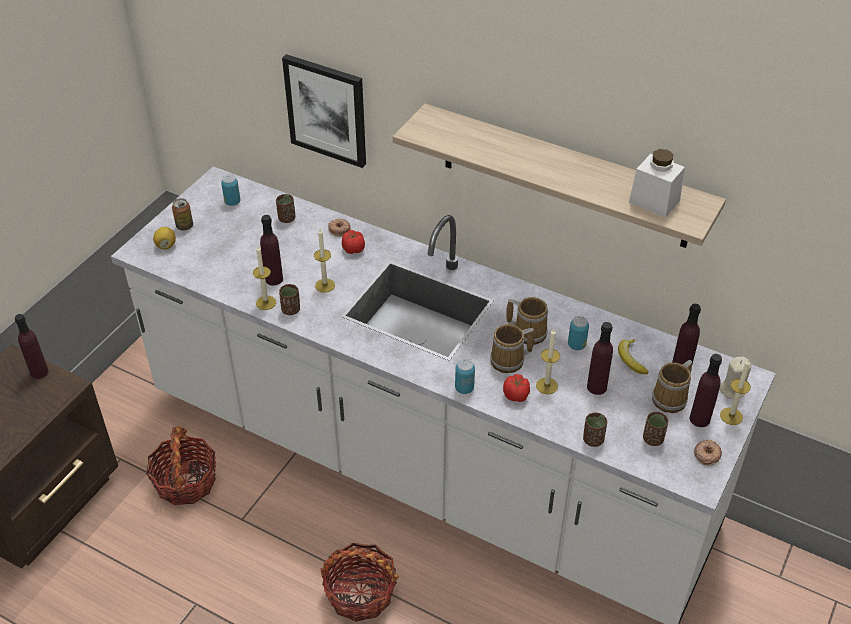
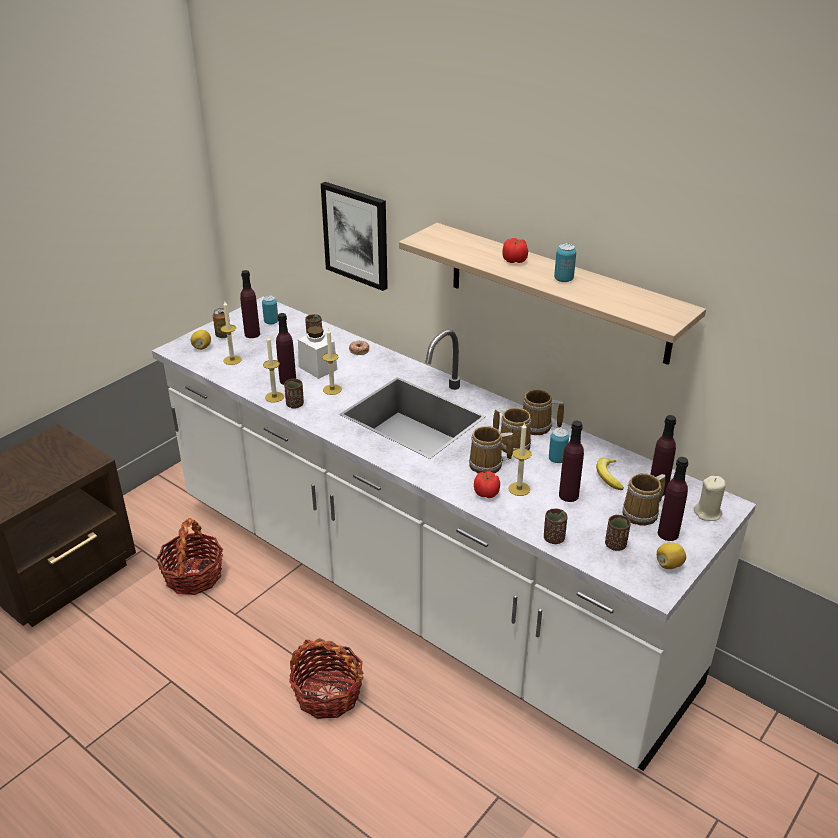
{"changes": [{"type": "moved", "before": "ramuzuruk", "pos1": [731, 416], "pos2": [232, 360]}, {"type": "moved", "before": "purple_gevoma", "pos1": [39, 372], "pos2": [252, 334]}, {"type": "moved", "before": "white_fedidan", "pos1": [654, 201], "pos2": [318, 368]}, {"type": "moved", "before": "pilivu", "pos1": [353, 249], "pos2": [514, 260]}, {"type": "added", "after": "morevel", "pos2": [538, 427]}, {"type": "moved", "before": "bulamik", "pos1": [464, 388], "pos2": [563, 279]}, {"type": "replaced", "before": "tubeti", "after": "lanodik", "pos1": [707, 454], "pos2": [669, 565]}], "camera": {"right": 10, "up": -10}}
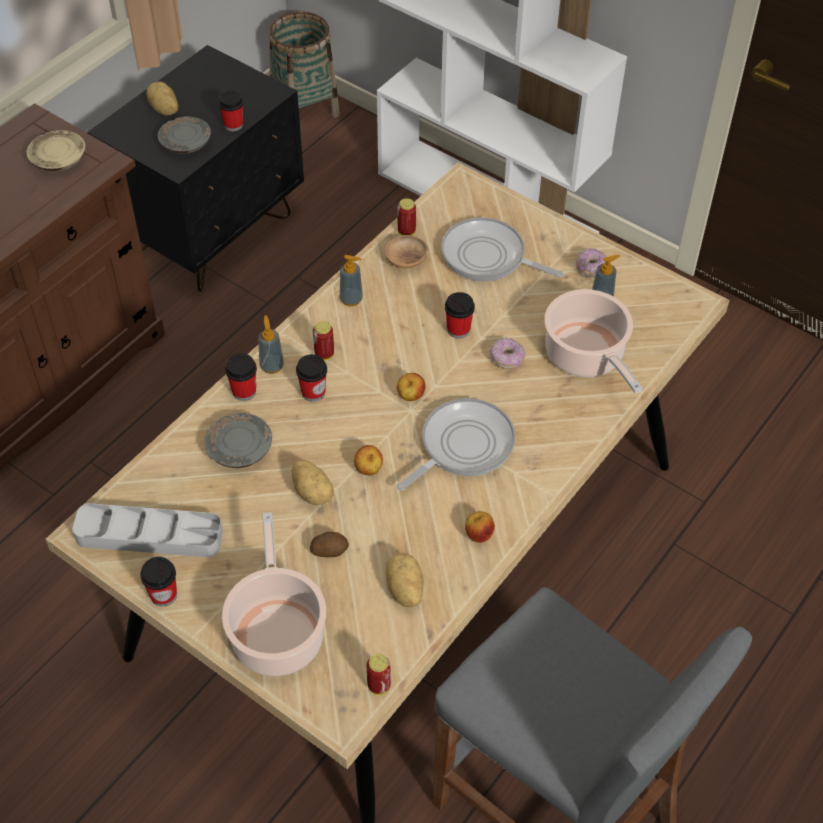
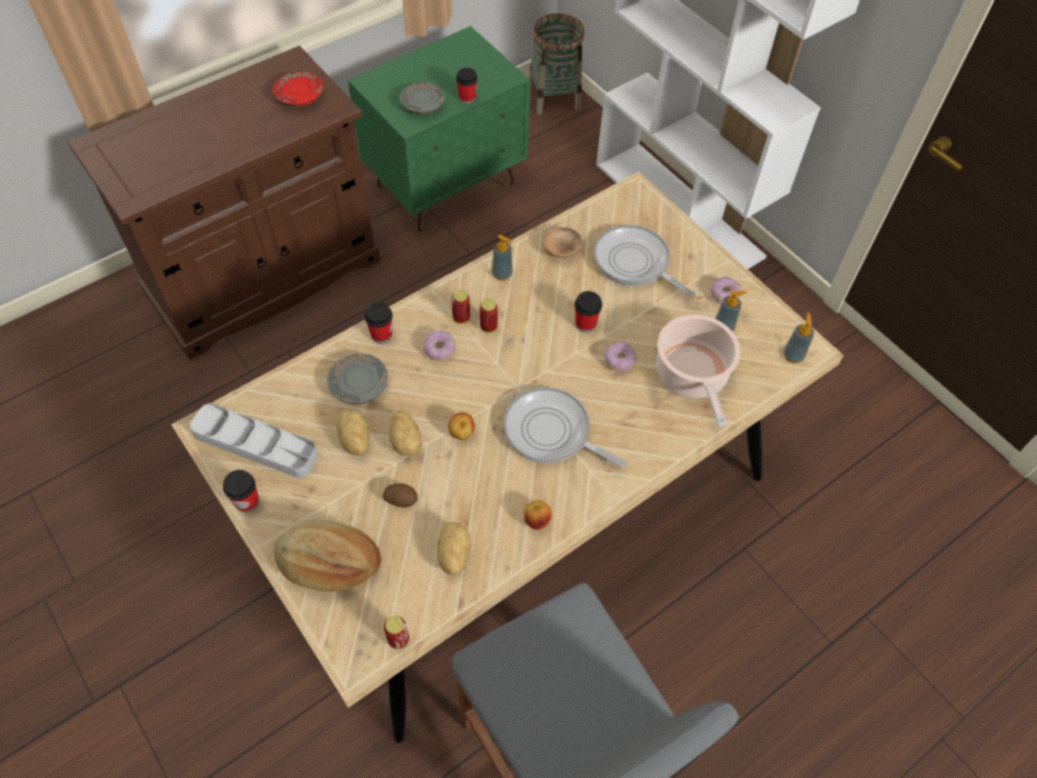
{"changes": [{"type": "recoloured", "before": "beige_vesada", "after": "red_vesada", "pos1": [58, 159], "pos2": [300, 97]}, {"type": "replaced", "before": "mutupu", "after": "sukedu", "pos1": [277, 632], "pos2": [329, 563]}, {"type": "moved", "before": "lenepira", "pos1": [164, 110], "pos2": [354, 441]}, {"type": "recoloured", "before": "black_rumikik", "after": "green_rumikik", "pos1": [212, 234], "pos2": [446, 185]}, {"type": "replaced", "before": "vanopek", "after": "tubeti", "pos1": [313, 392], "pos2": [439, 350]}, {"type": "moved", "before": "bulamik", "pos1": [406, 232], "pos2": [488, 327]}, {"type": "turned", "before": "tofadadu", "pos1": [462, 446], "pos2": [551, 433], "turn": -120}, {"type": "moved", "before": "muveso", "pos1": [272, 366], "pos2": [793, 356]}, {"type": "removed", "before": "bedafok", "pos1": [410, 396]}], "camera": {"right": 15, "up": 5}}
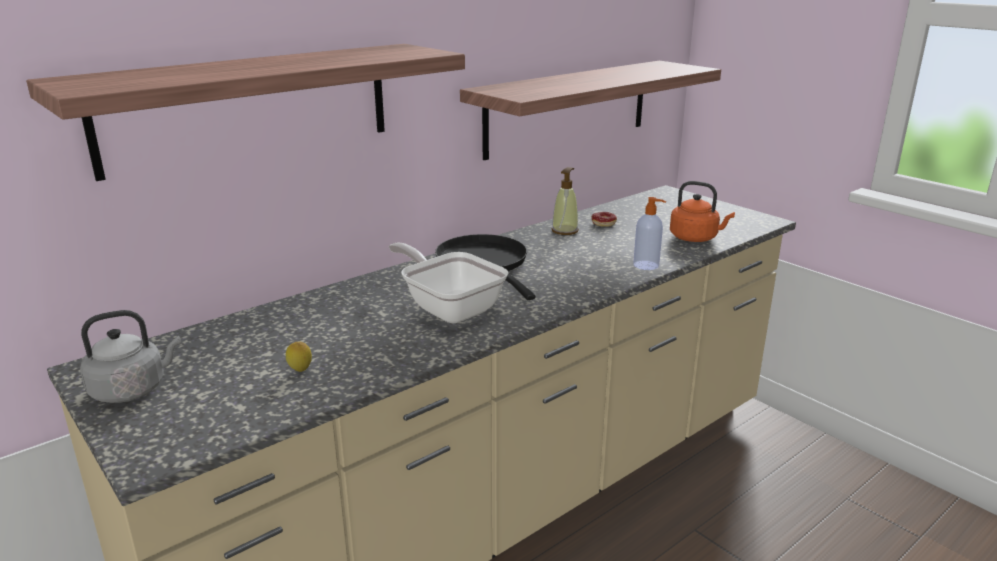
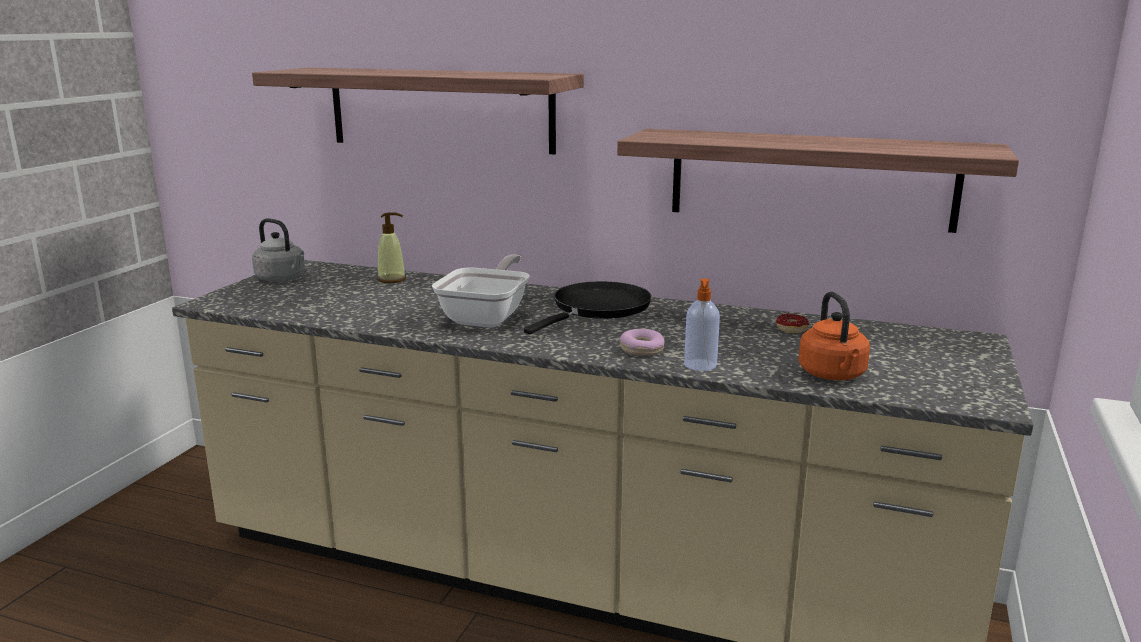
{"changes": [{"type": "moved", "before": "muveso", "pos1": [565, 230], "pos2": [392, 279]}, {"type": "added", "after": "tubeti", "pos2": [641, 350]}, {"type": "removed", "before": "lanodik", "pos1": [300, 371]}], "camera": {"right": 60, "up": -5}}
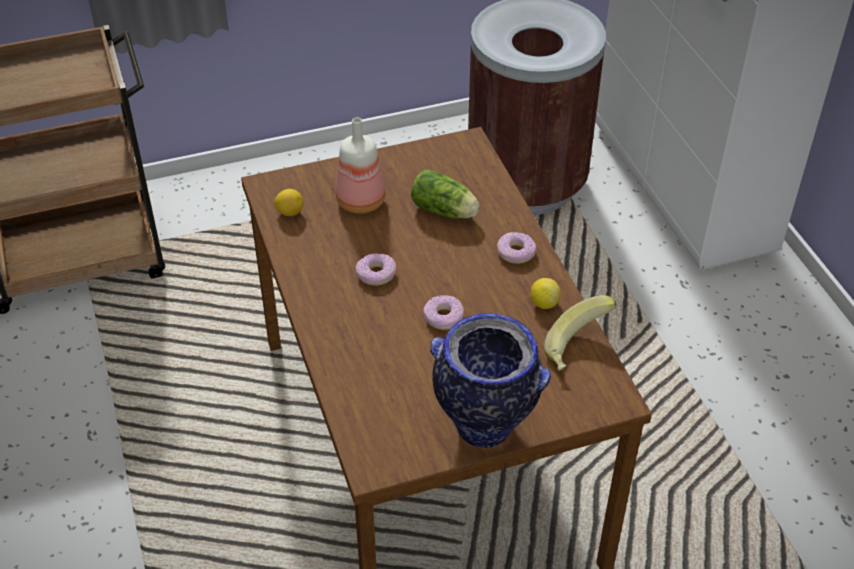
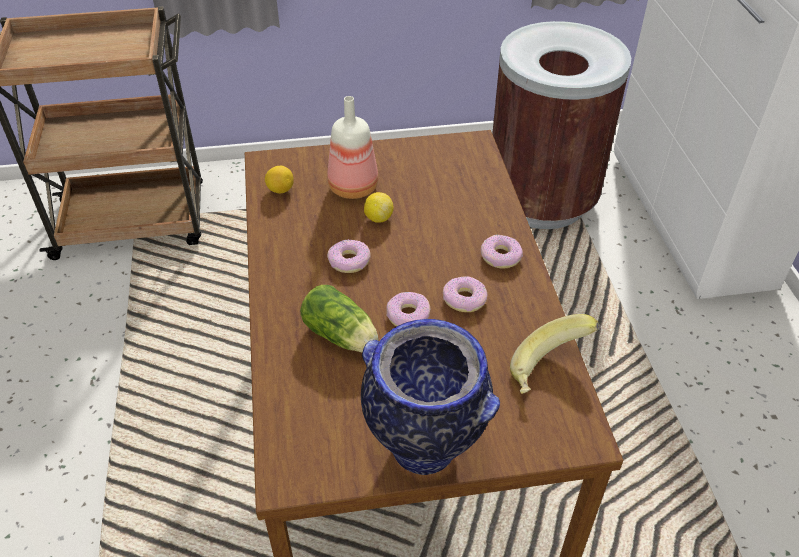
{"changes": [{"type": "moved", "before": "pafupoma", "pos1": [446, 211], "pos2": [342, 337]}, {"type": "moved", "before": "lanodik", "pos1": [544, 303], "pos2": [378, 218]}, {"type": "added", "after": "tubeti", "pos2": [464, 299]}], "camera": {"right": 10, "up": 0}}
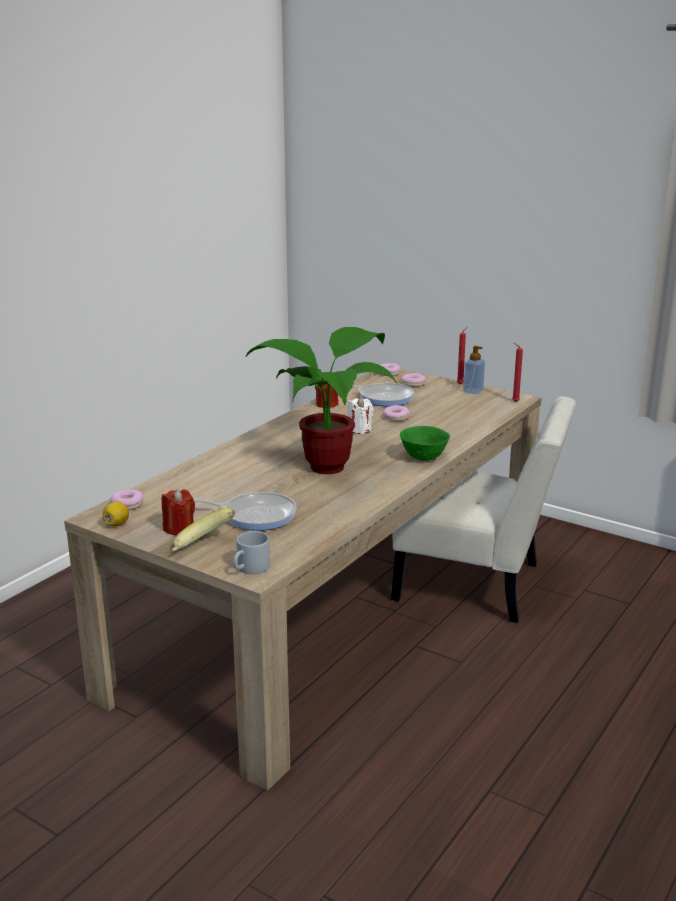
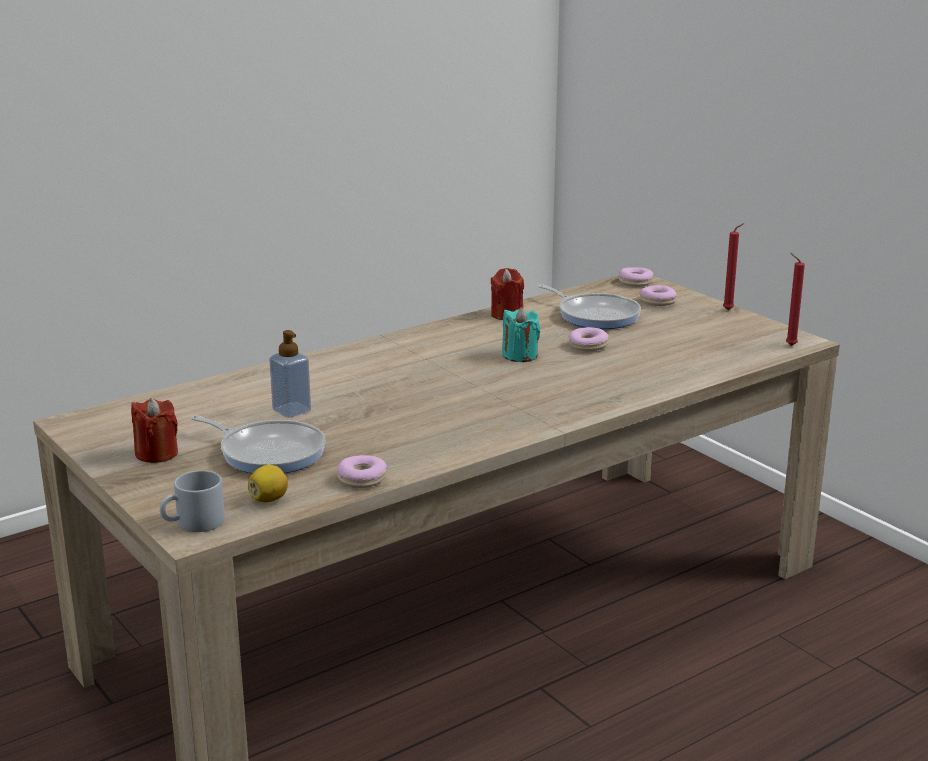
{"changes": [{"type": "moved", "before": "lanodik", "pos1": [117, 524], "pos2": [269, 499]}, {"type": "moved", "before": "muveso", "pos1": [473, 391], "pos2": [291, 410]}, {"type": "moved", "before": "tubeti", "pos1": [127, 504], "pos2": [362, 479]}, {"type": "recoloured", "before": "white_ramuzuruk", "after": "turquoise_ramuzuruk", "pos1": [359, 429], "pos2": [520, 355]}, {"type": "removed", "before": "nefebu", "pos1": [202, 547]}, {"type": "removed", "before": "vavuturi", "pos1": [330, 464]}, {"type": "removed", "before": "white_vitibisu", "pos1": [476, 584]}, {"type": "removed", "before": "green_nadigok", "pos1": [423, 458]}], "camera": {"right": 20, "up": 0}}
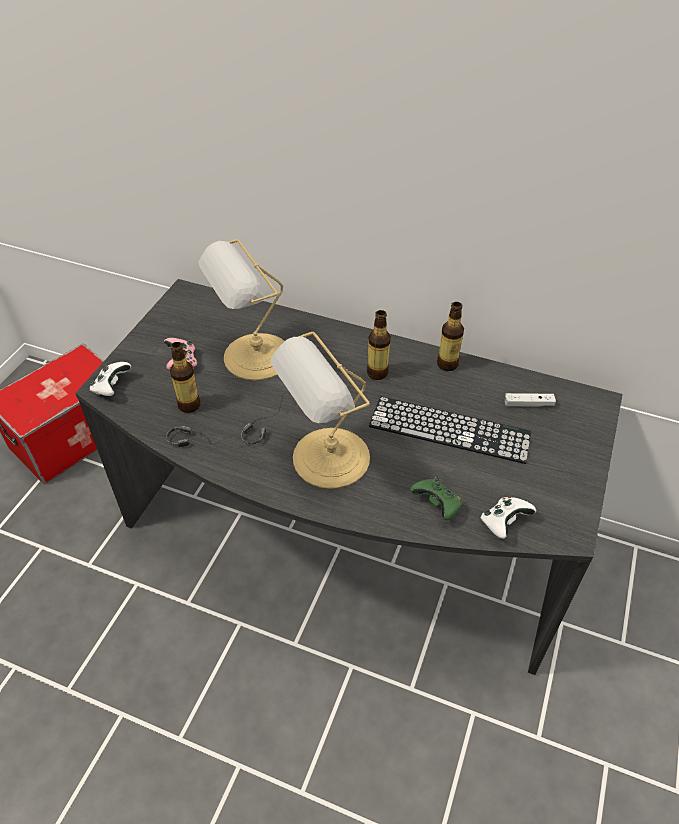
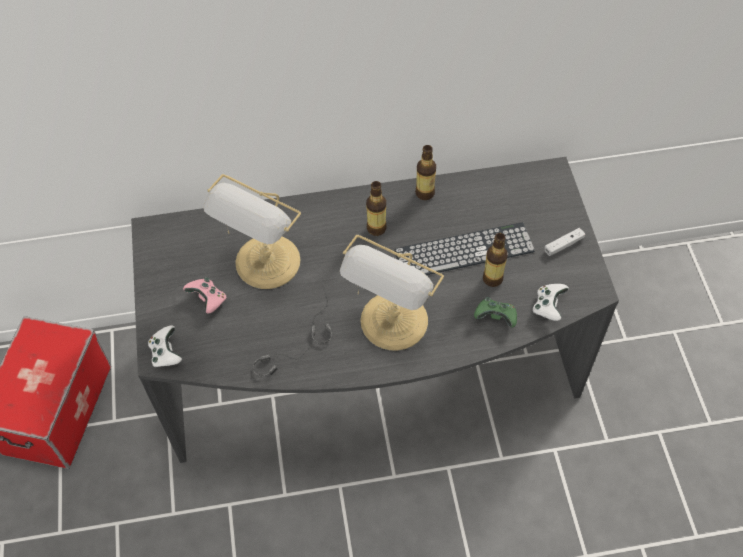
{"changes": [{"type": "moved", "before": "gevoma", "pos1": [189, 405], "pos2": [492, 278]}, {"type": "moved", "before": "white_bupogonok", "pos1": [528, 404], "pos2": [563, 245]}], "camera": {"right": -30, "up": 10}}
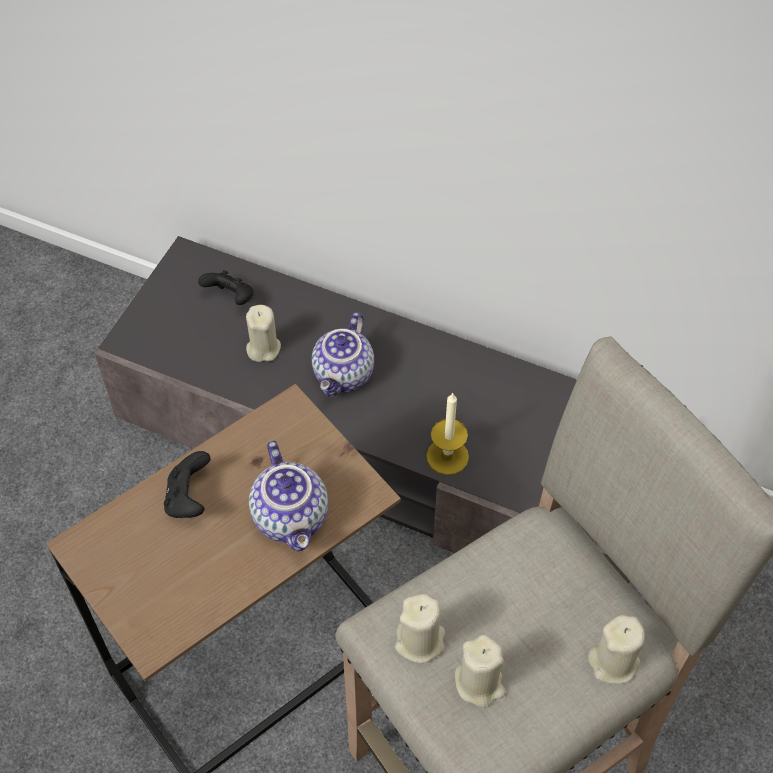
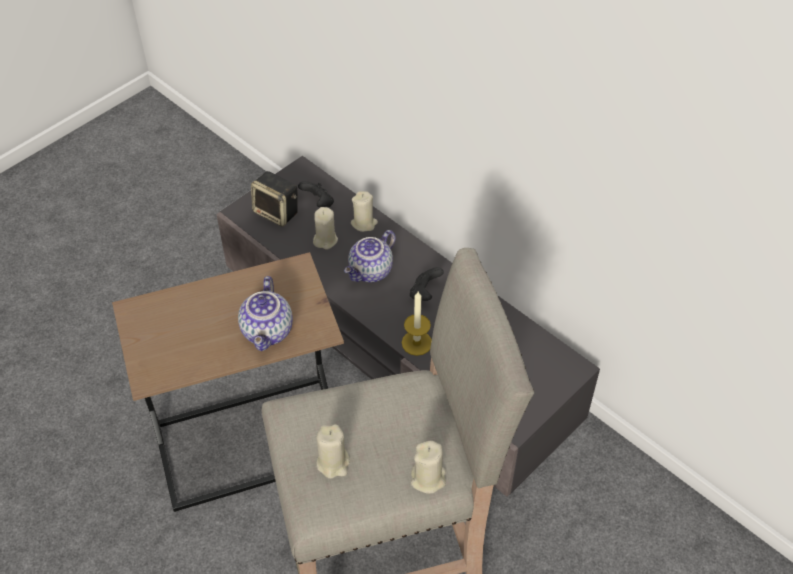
{"changes": [{"type": "added", "after": "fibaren", "pos2": [277, 212]}, {"type": "moved", "before": "beige_ramuzuruk", "pos1": [420, 641], "pos2": [364, 223]}, {"type": "moved", "before": "black_bupogonok", "pos1": [189, 498], "pos2": [425, 293]}], "camera": {"right": 20, "up": -5}}
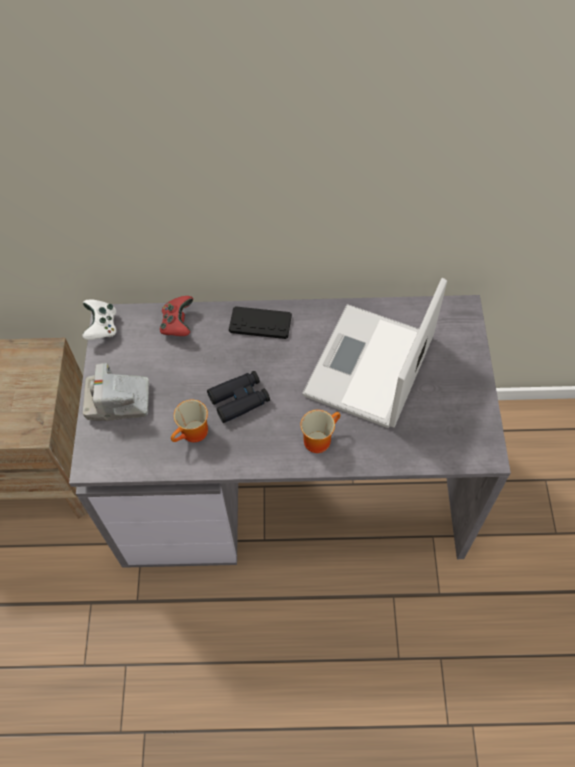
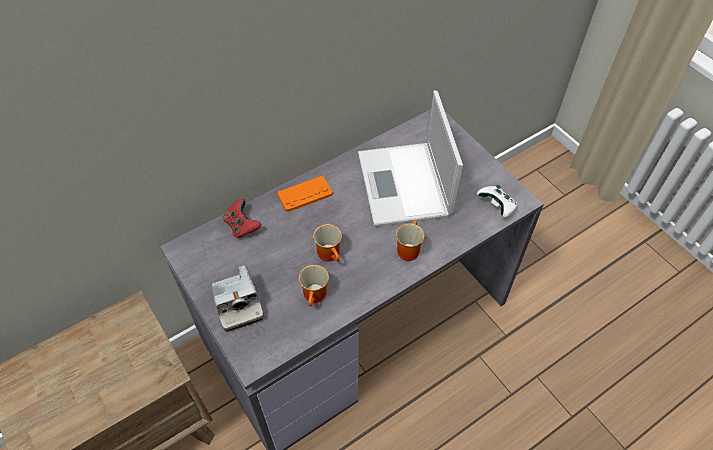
{"changes": [{"type": "turned", "before": "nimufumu", "pos1": [118, 401], "pos2": [238, 304], "turn": -75}, {"type": "recoloured", "before": "black_bupogonok", "after": "orange_bupogonok", "pos1": [260, 323], "pos2": [305, 194]}, {"type": "replaced", "before": "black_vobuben", "after": "morevel", "pos1": [239, 399], "pos2": [331, 253]}, {"type": "moved", "before": "white_bupogonok", "pos1": [102, 327], "pos2": [497, 206]}], "camera": {"right": -35, "up": -5}}
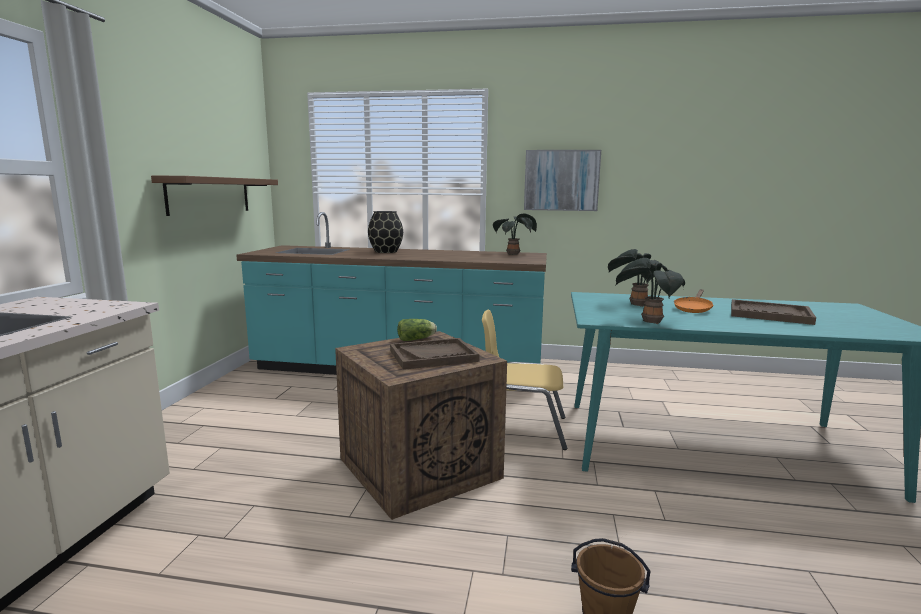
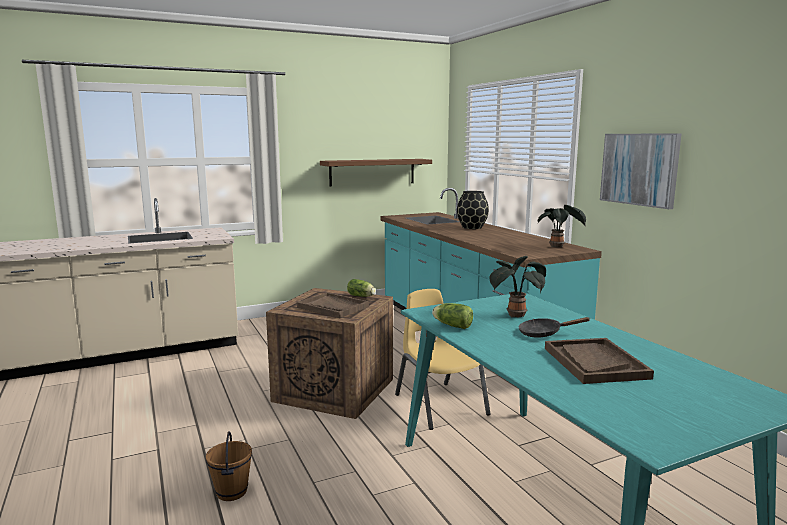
{"changes": [{"type": "replaced", "before": "vavuturi", "after": "pafupoma", "pos1": [649, 321], "pos2": [451, 325]}, {"type": "recoloured", "before": "orange_tofadadu", "after": "black_tofadadu", "pos1": [693, 309], "pos2": [544, 333]}], "camera": {"right": 55, "up": 0}}
